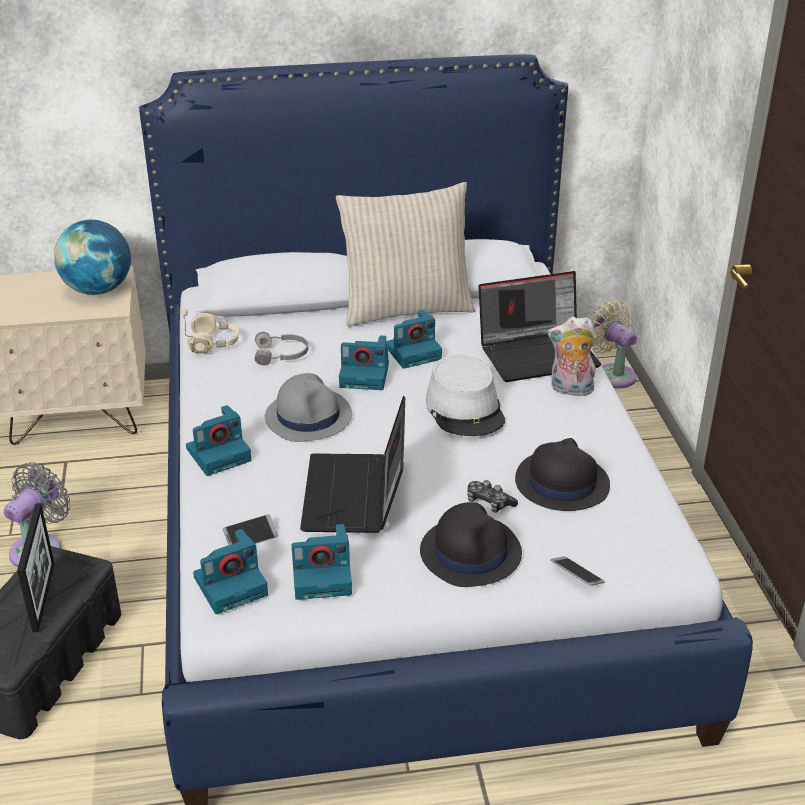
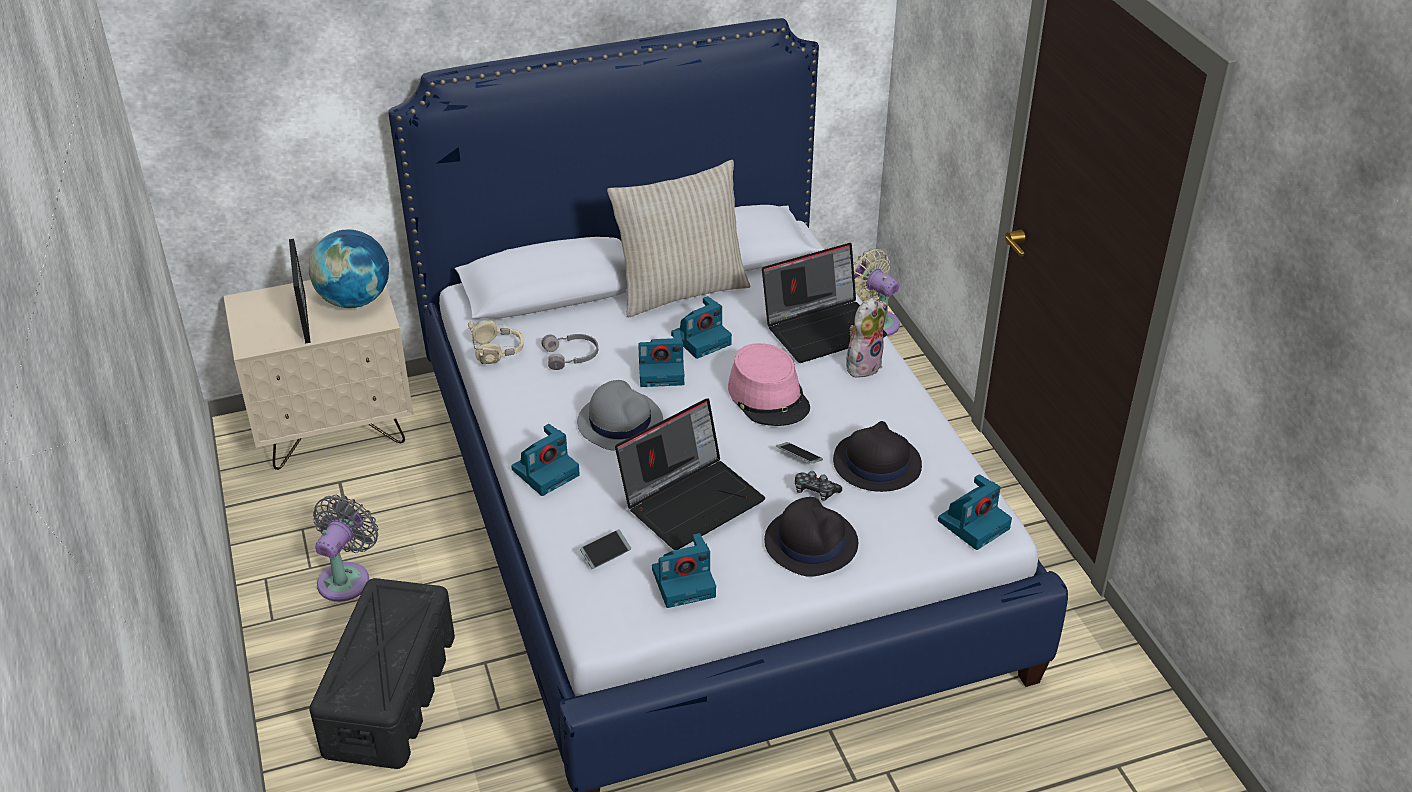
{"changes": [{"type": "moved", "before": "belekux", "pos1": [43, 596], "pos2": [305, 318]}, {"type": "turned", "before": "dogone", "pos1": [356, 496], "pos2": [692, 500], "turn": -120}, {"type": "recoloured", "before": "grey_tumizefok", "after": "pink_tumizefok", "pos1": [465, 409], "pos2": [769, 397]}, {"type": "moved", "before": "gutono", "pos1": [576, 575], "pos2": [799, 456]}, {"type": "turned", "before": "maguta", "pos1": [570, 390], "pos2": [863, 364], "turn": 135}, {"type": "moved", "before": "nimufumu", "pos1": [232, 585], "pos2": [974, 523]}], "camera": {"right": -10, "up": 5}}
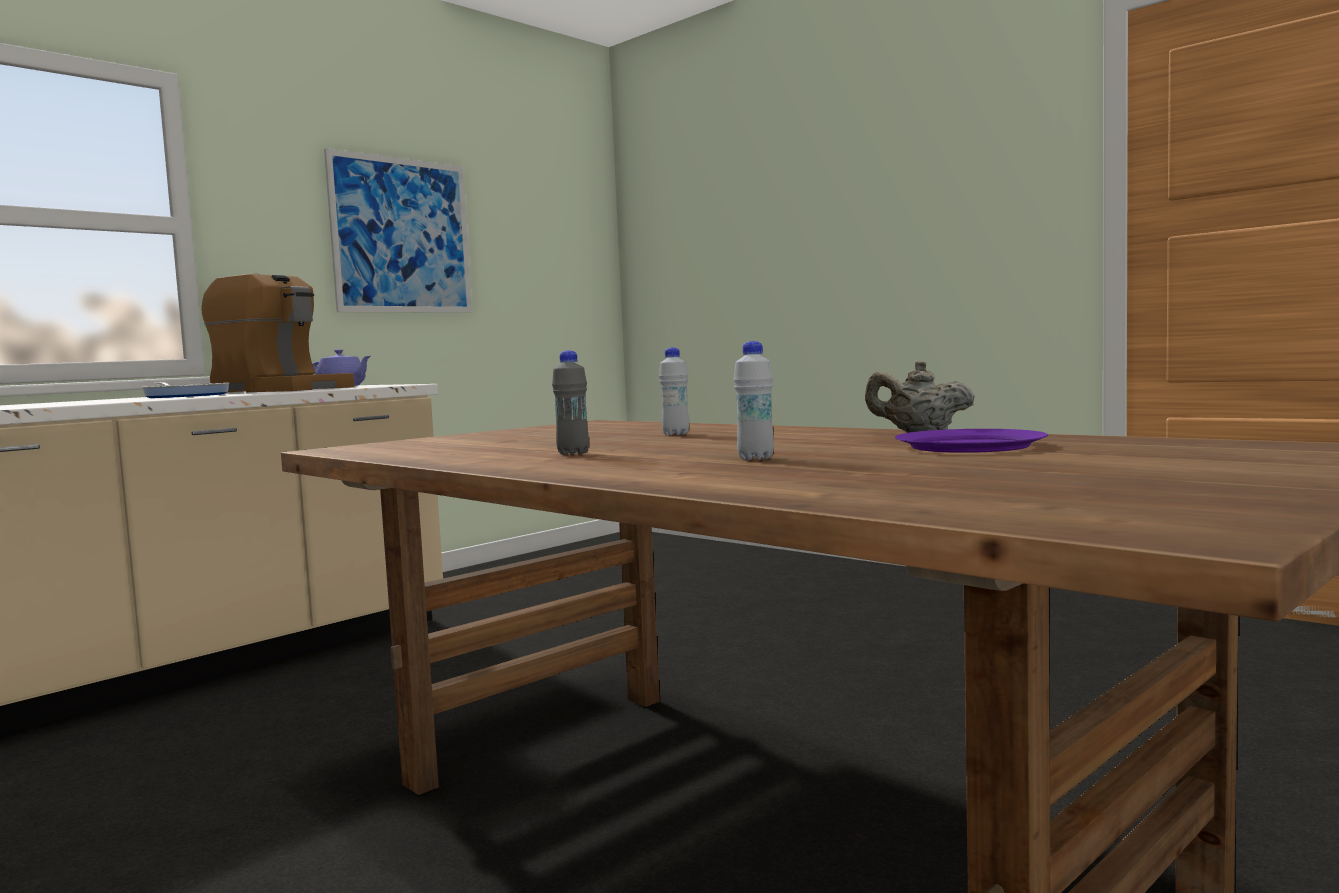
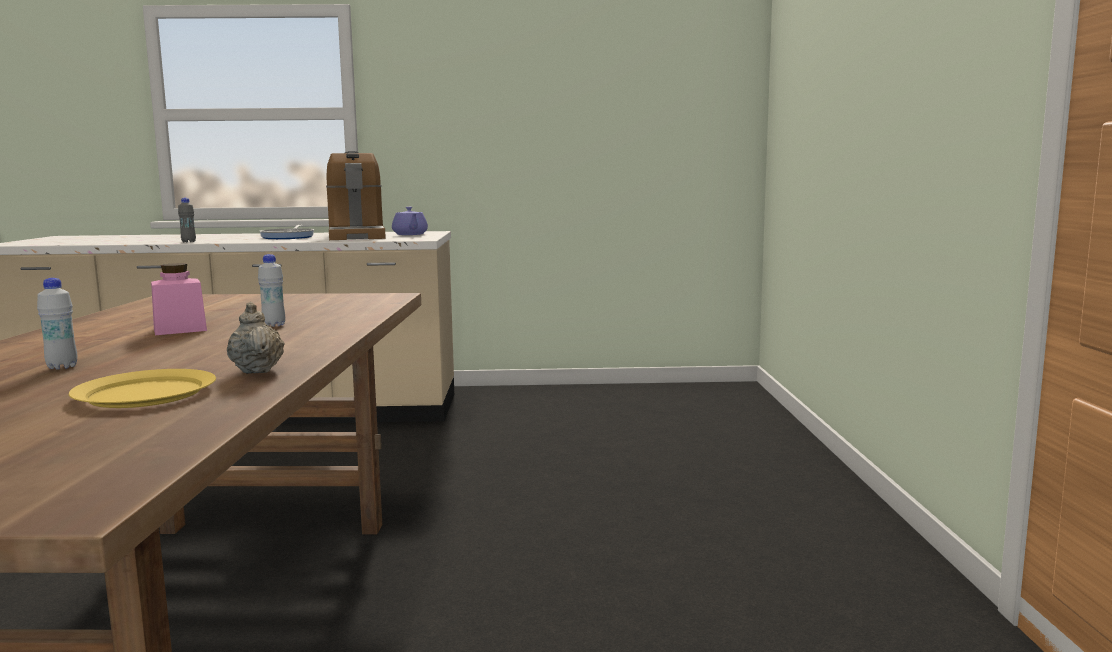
{"changes": [{"type": "recoloured", "before": "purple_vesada", "after": "yellow_vesada", "pos1": [970, 446], "pos2": [144, 394]}, {"type": "added", "after": "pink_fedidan", "pos2": [180, 330]}, {"type": "moved", "before": "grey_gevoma", "pos1": [573, 453], "pos2": [188, 242]}, {"type": "removed", "before": "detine", "pos1": [401, 236]}], "camera": {"right": 45, "up": 5}}
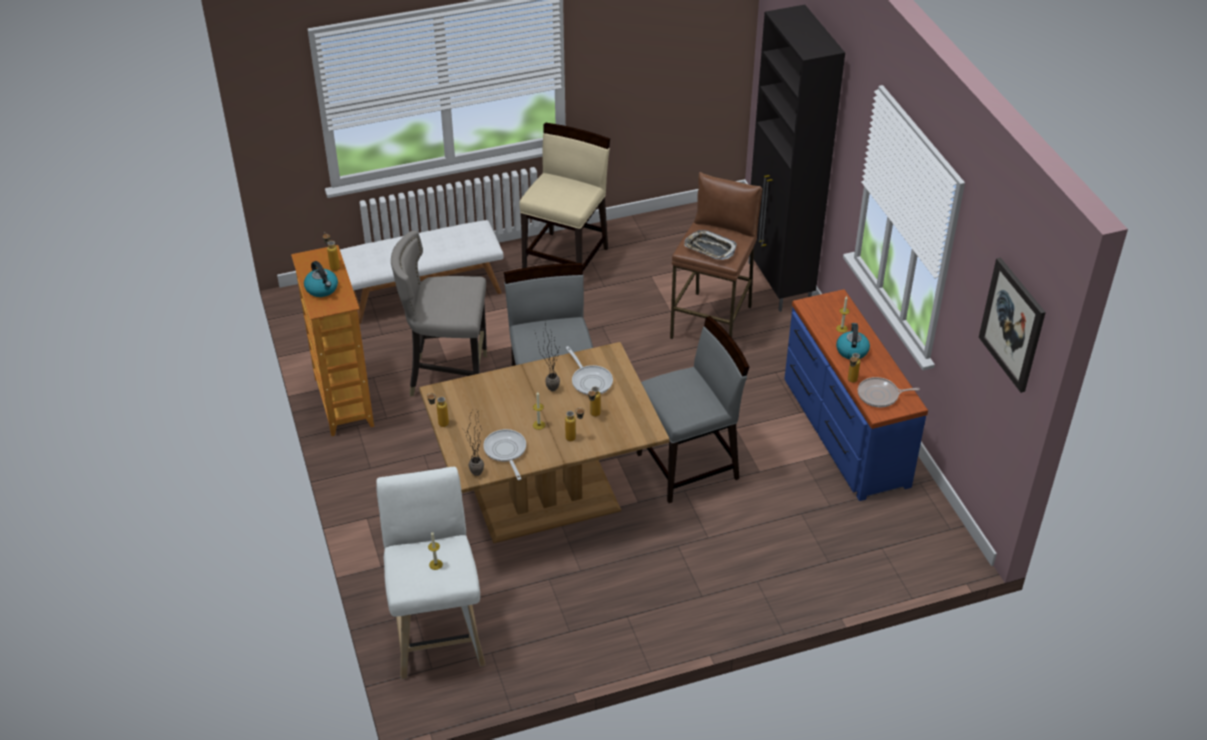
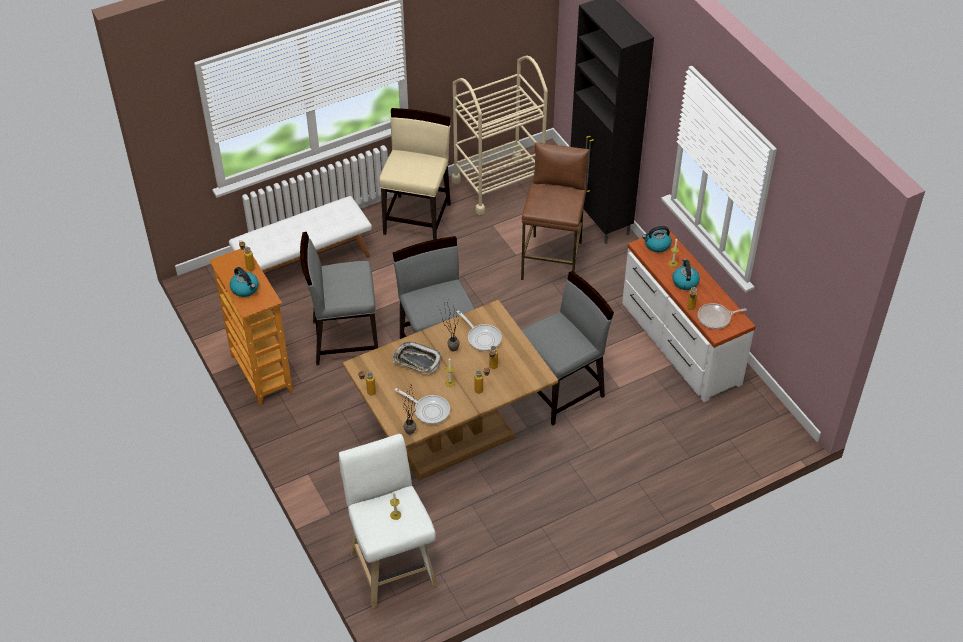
{"changes": [{"type": "replaced", "before": "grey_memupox", "after": "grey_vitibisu", "pos1": [448, 377], "pos2": [344, 339]}, {"type": "moved", "before": "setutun", "pos1": [709, 248], "pos2": [416, 360]}, {"type": "turned", "before": "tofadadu", "pos1": [506, 452], "pos2": [429, 410], "turn": 150}, {"type": "added", "after": "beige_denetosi", "pos2": [498, 184]}, {"type": "recoloured", "before": "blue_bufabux", "after": "white_bufabux", "pos1": [843, 431], "pos2": [679, 343]}, {"type": "added", "after": "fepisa", "pos2": [657, 245]}, {"type": "removed", "before": "detine", "pos1": [1012, 324]}], "camera": {"right": -10, "up": 5}}
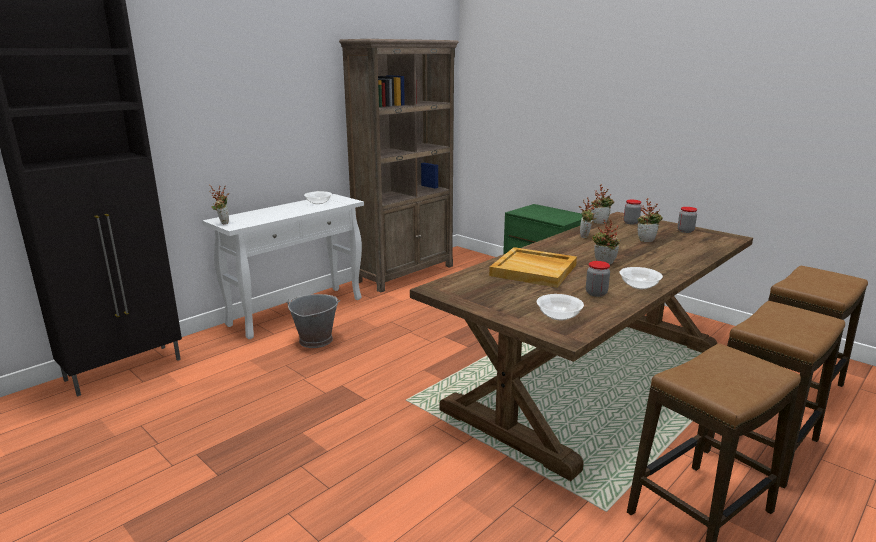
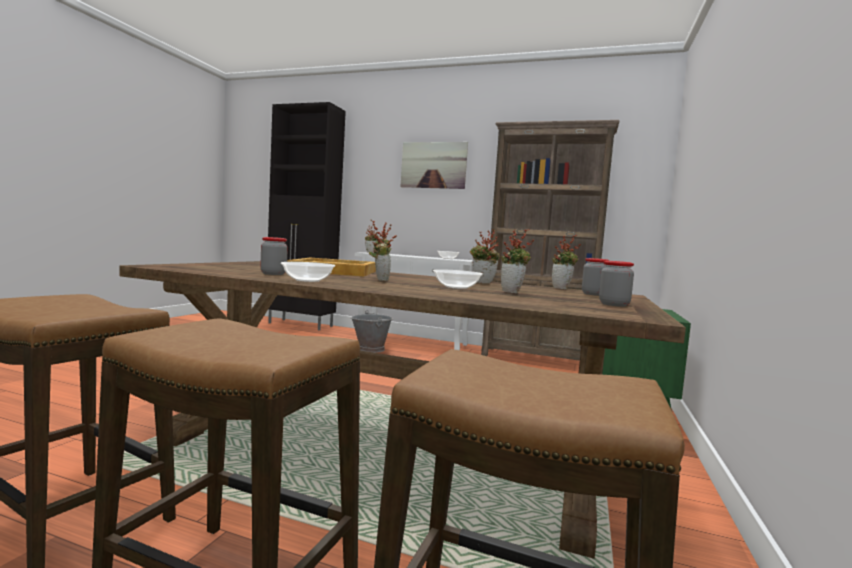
{"changes": [{"type": "added", "after": "detine", "pos2": [433, 165]}, {"type": "moved", "before": "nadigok", "pos1": [559, 316], "pos2": [456, 287]}], "camera": {"right": 65, "up": -15}}
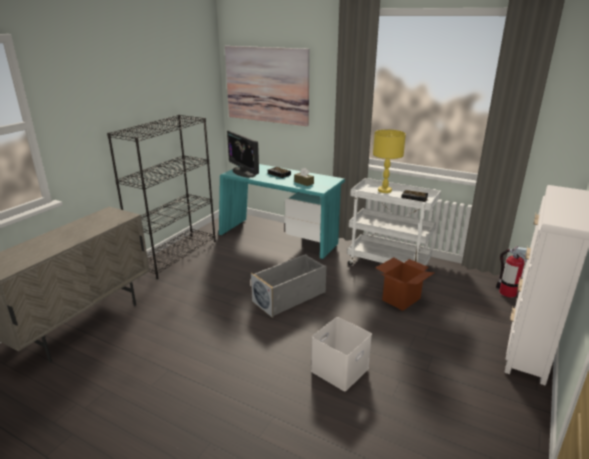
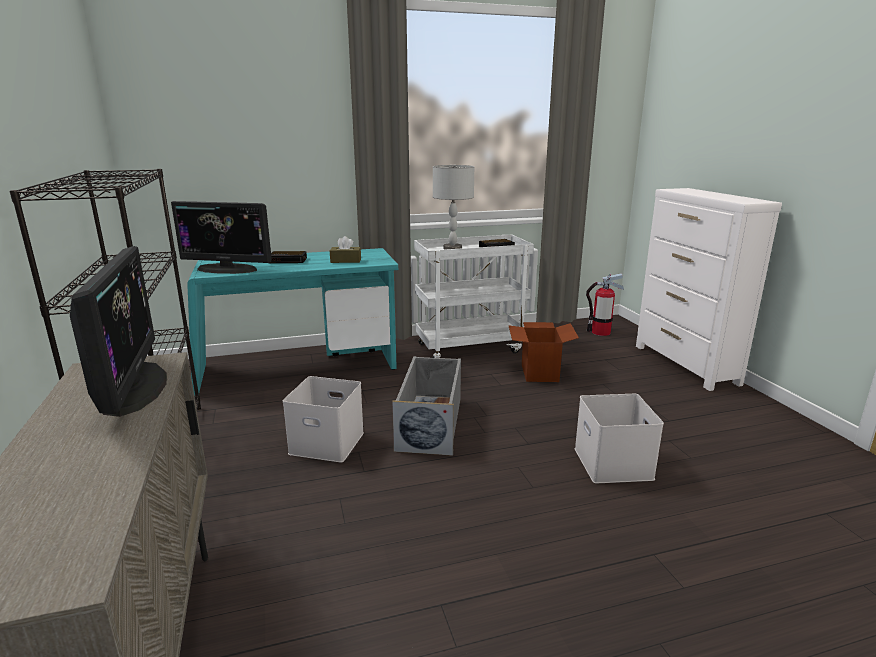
{"changes": [{"type": "added", "after": "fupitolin", "pos2": [132, 388]}, {"type": "added", "after": "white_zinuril", "pos2": [325, 443]}, {"type": "recoloured", "before": "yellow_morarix", "after": "grey_morarix", "pos1": [384, 190], "pos2": [452, 248]}, {"type": "removed", "before": "detine", "pos1": [267, 85]}], "camera": {"right": -45, "up": -5}}
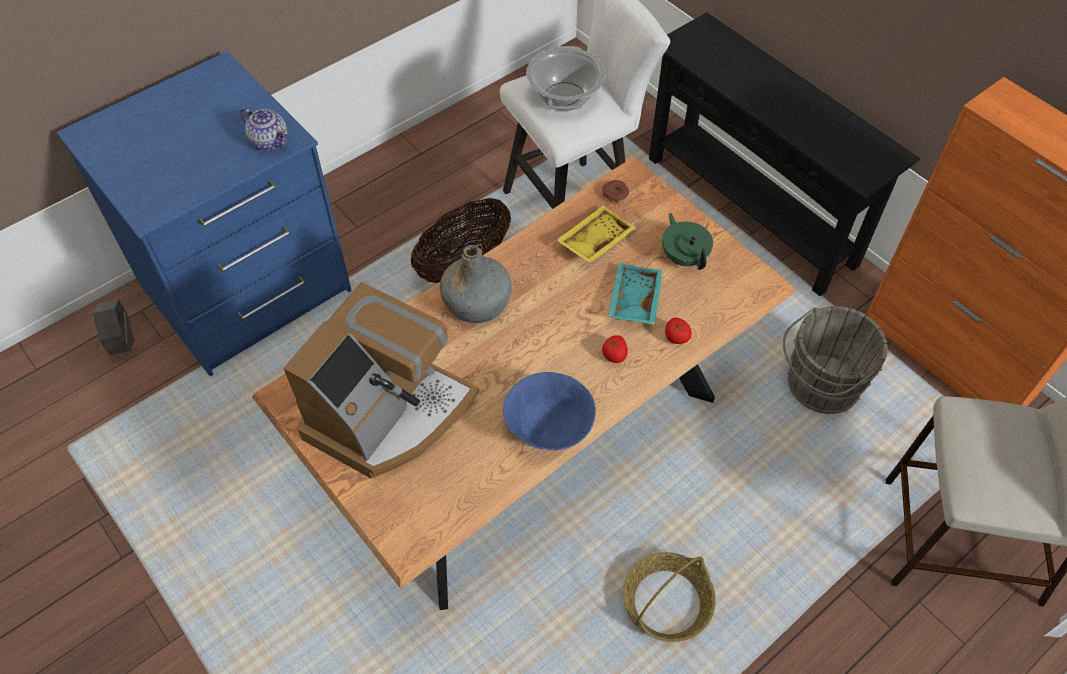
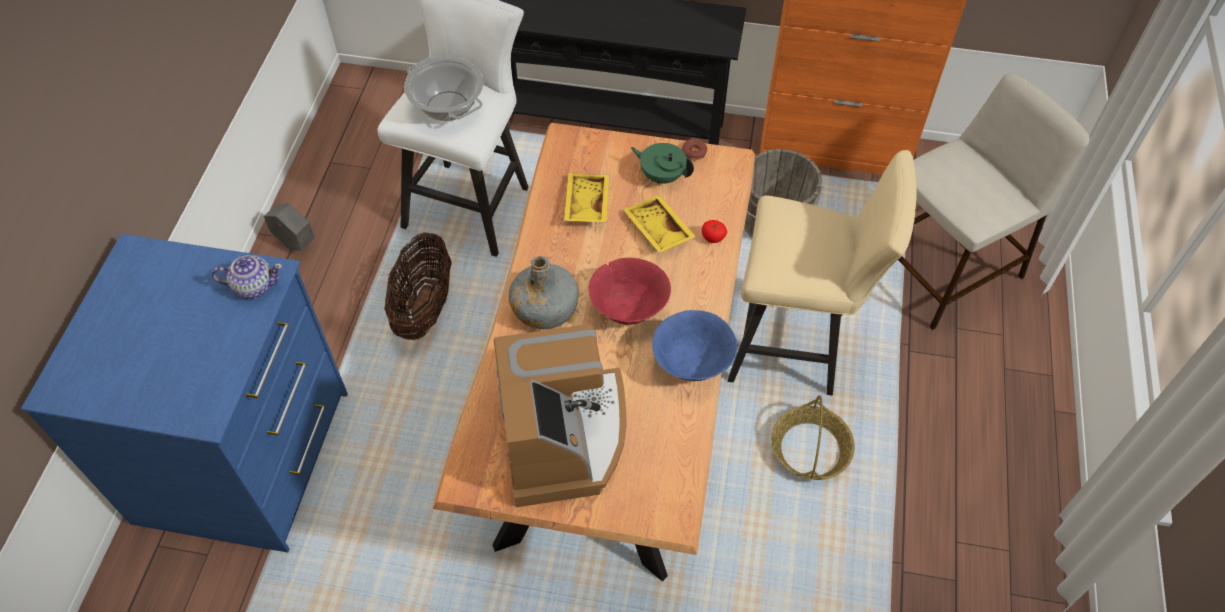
{"changes": [{"type": "moved", "before": "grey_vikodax", "pos1": [123, 343], "pos2": [295, 243]}, {"type": "added", "after": "red_nadigok", "pos2": [628, 310]}, {"type": "recoloured", "before": "turquoise_setutun", "after": "yellow_setutun", "pos1": [633, 300], "pos2": [657, 230]}, {"type": "moved", "before": "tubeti", "pos1": [615, 195], "pos2": [694, 152]}, {"type": "added", "after": "beige_memupox", "pos2": [796, 346]}, {"type": "removed", "before": "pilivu", "pos1": [614, 355]}], "camera": {"right": -40, "up": 0}}
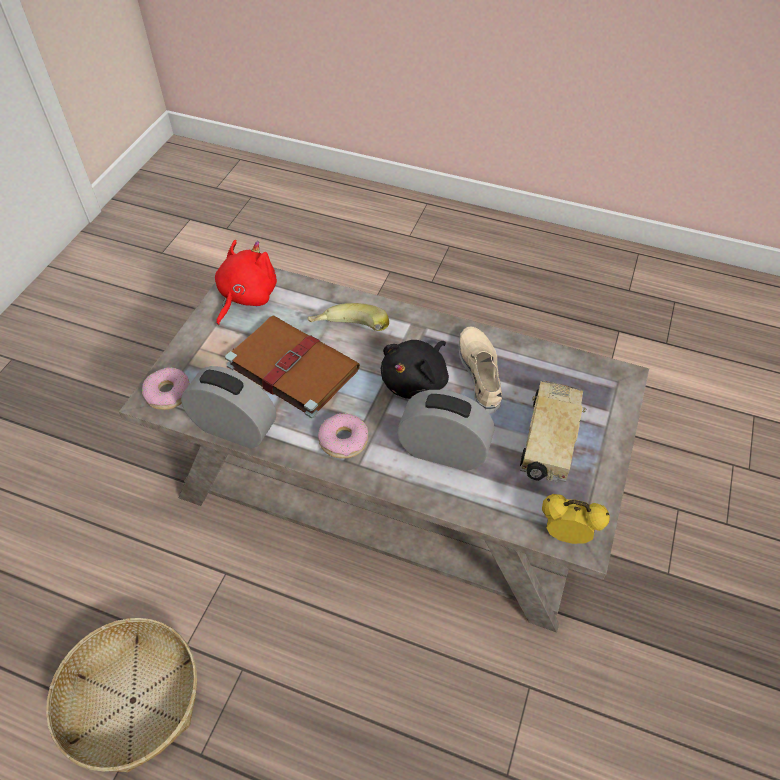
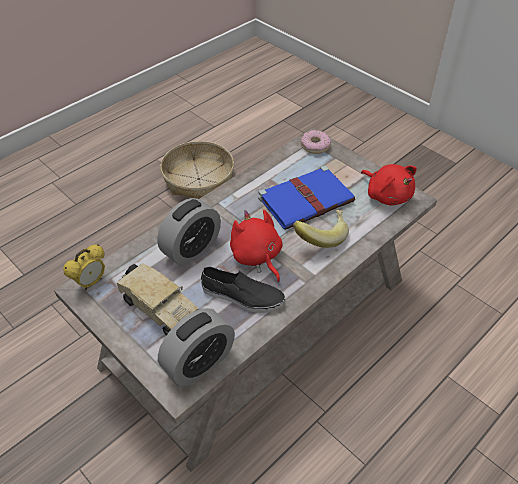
{"changes": [{"type": "moved", "before": "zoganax", "pos1": [234, 428], "pos2": [199, 363]}, {"type": "recoloured", "before": "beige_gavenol", "after": "black_gavenol", "pos1": [480, 372], "pos2": [242, 296]}, {"type": "recoloured", "before": "black_maguta", "after": "red_maguta", "pos1": [416, 381], "pos2": [257, 257]}, {"type": "recoloured", "before": "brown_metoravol", "after": "blue_metoravol", "pos1": [290, 366], "pos2": [307, 200]}, {"type": "removed", "before": "tubeti", "pos1": [343, 440]}], "camera": {"right": 115, "up": -5}}
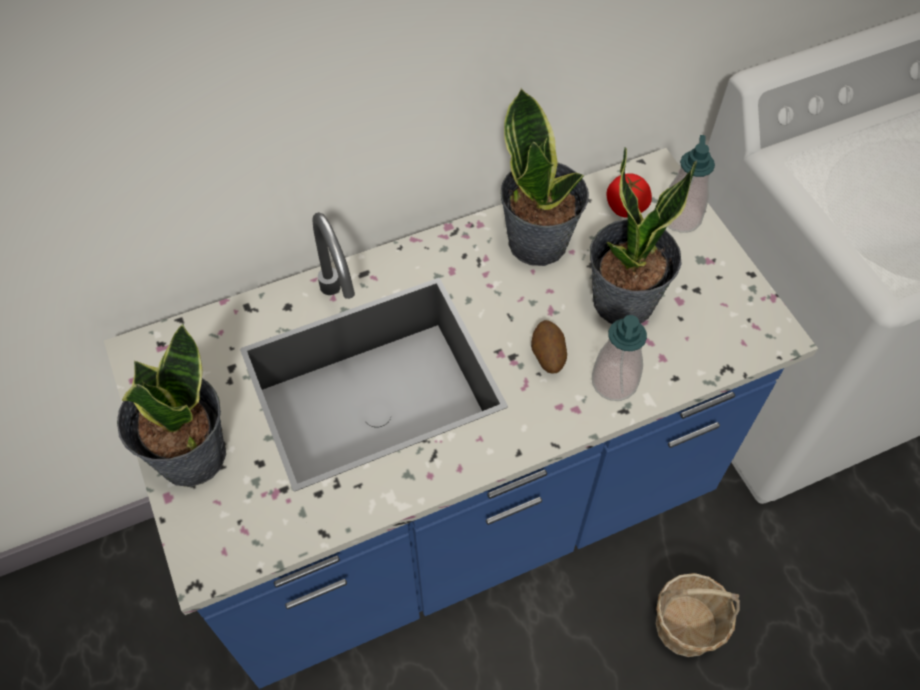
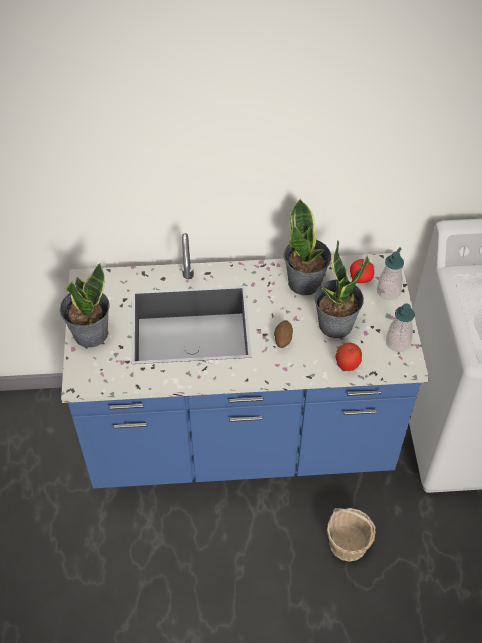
{"changes": [{"type": "added", "after": "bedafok", "pos2": [347, 364]}, {"type": "moved", "before": "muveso", "pos1": [614, 382], "pos2": [397, 342]}], "camera": {"right": 20, "up": -5}}
